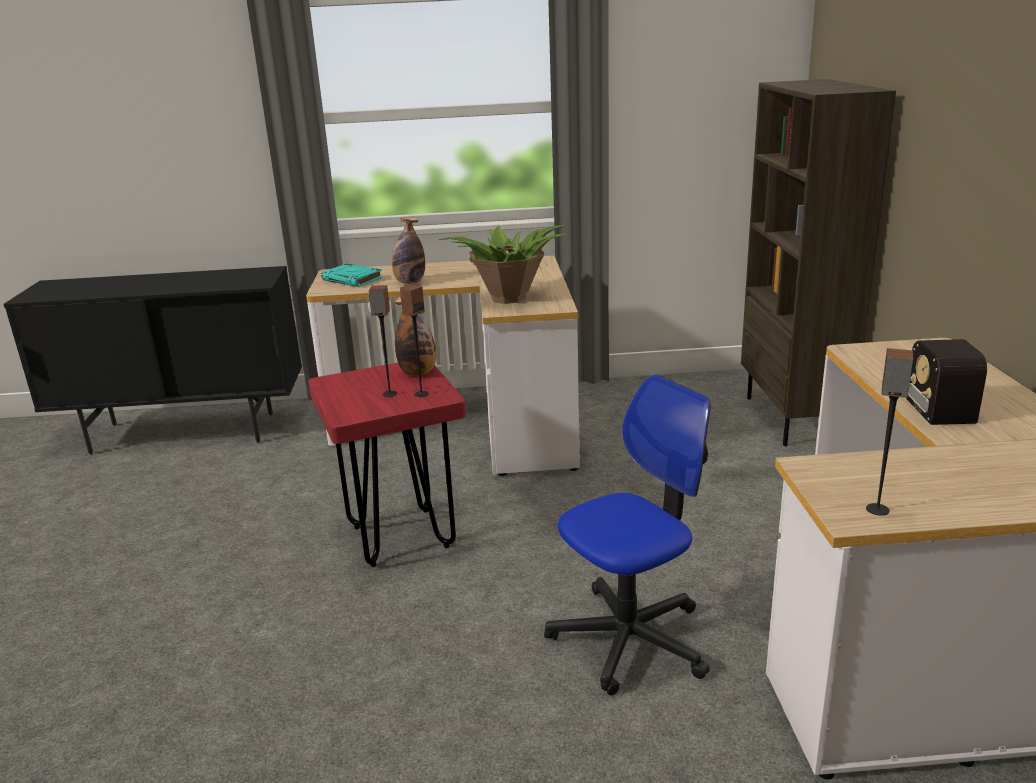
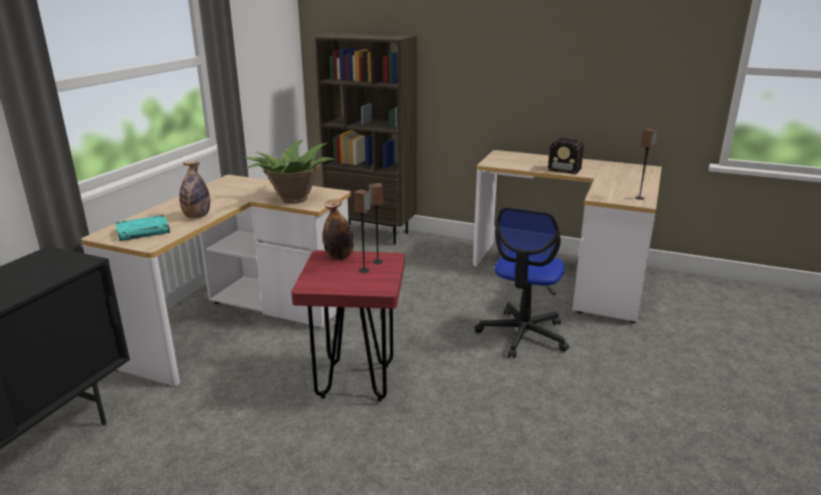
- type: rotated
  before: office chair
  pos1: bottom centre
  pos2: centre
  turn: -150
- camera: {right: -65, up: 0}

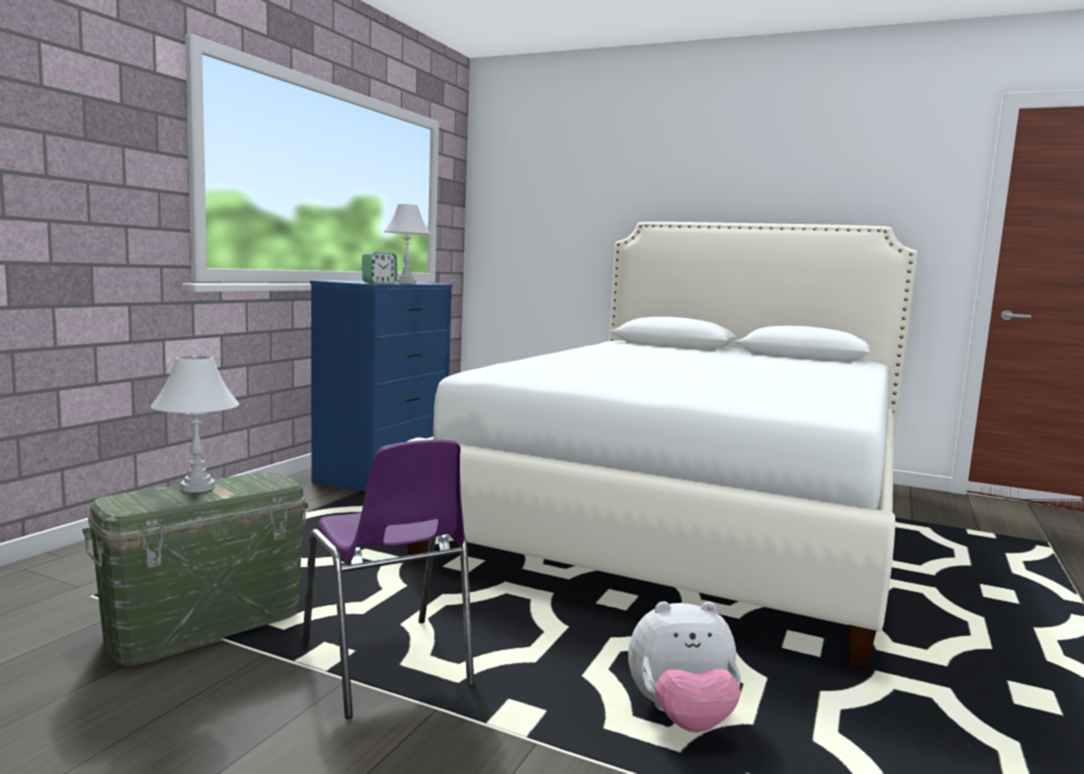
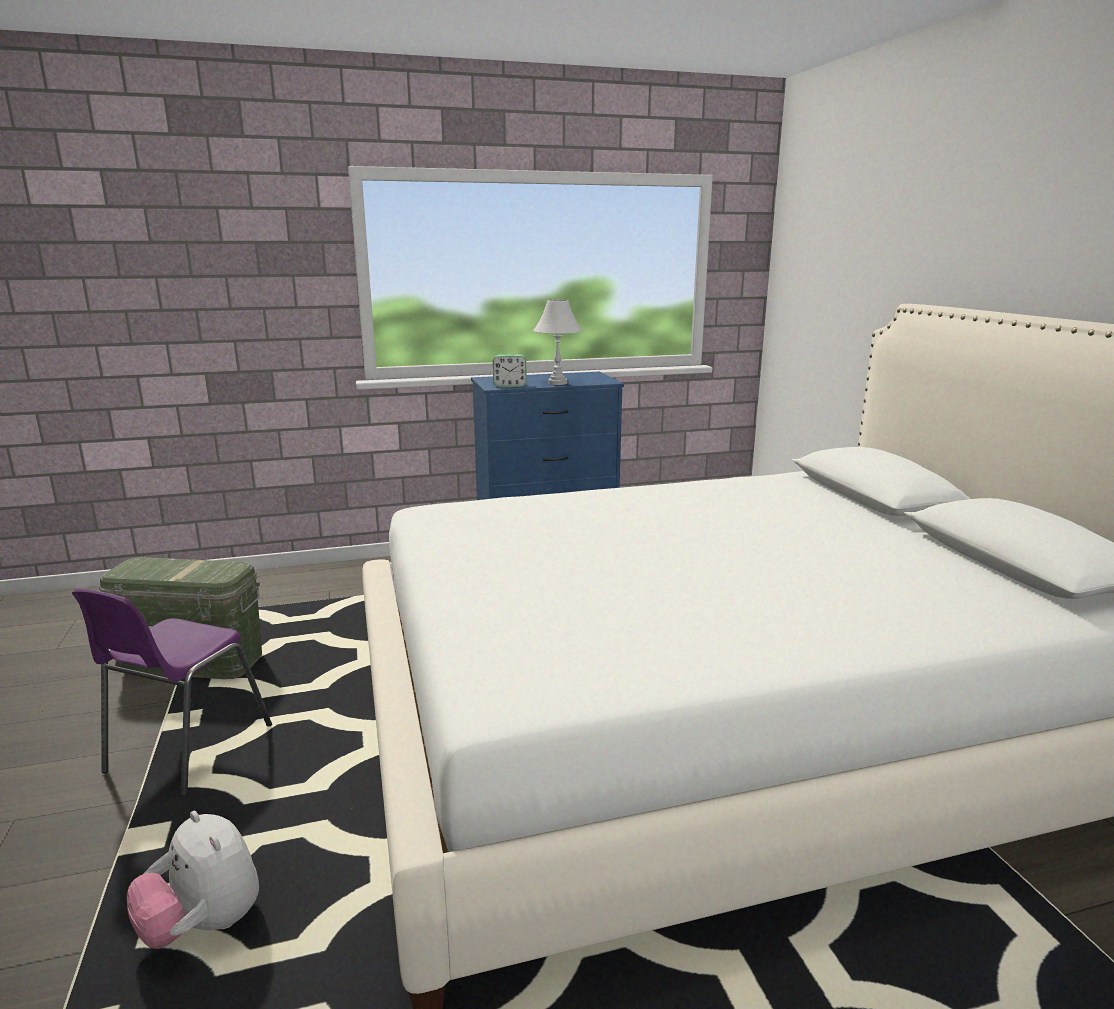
- type: gone
  before: white table lamp (no. 1 from left)
  pos1: middle left
- camera: {right: 50, up: 10}

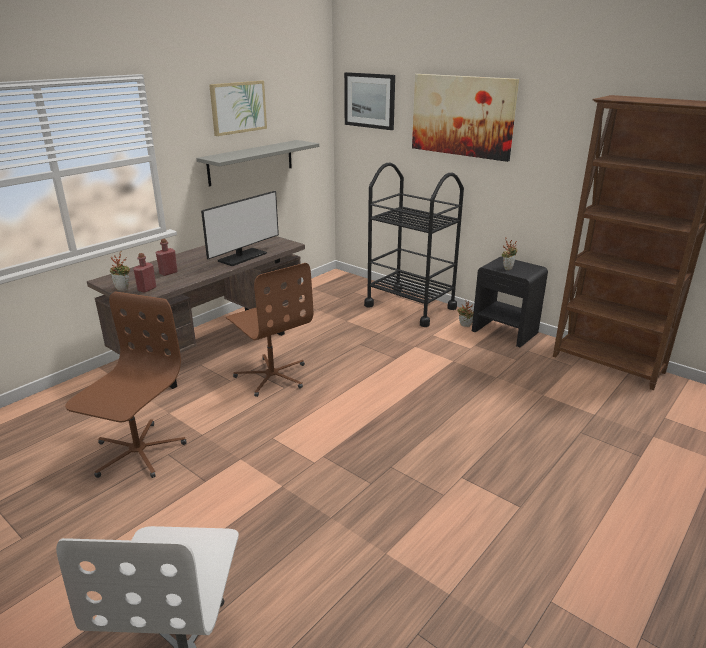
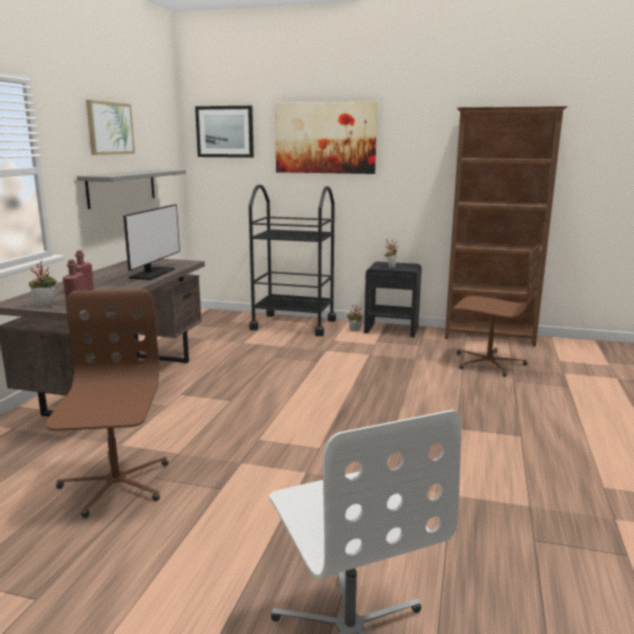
- type: shifted
  before: brown office chair (no. 2 from left)
  pos1: centre
  pos2: middle right
- camera: {right: -25, up: -10}

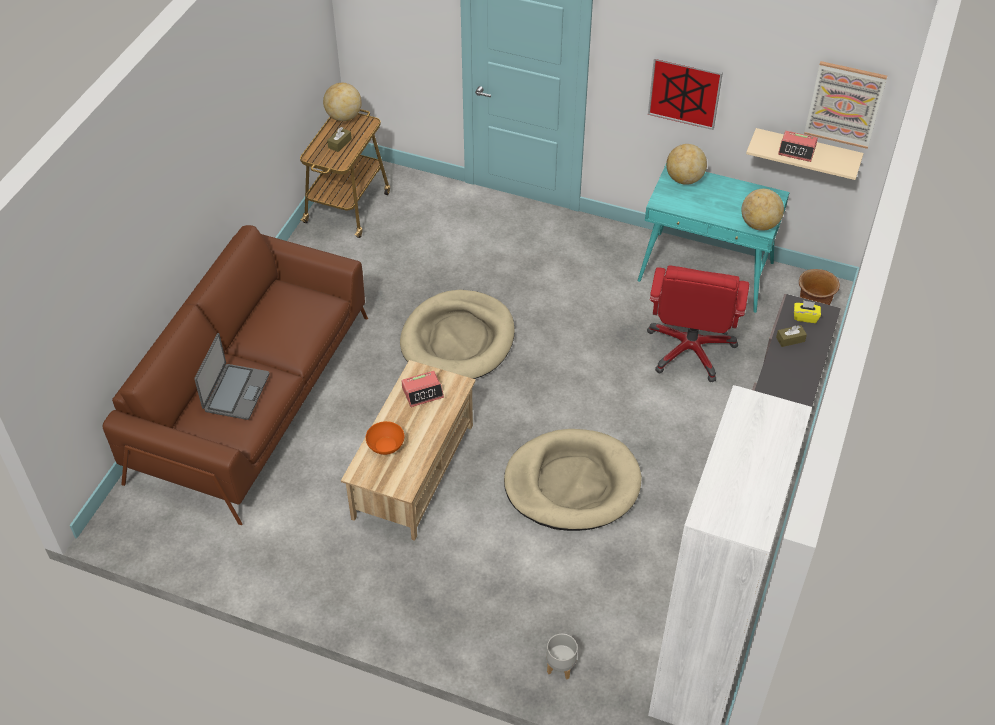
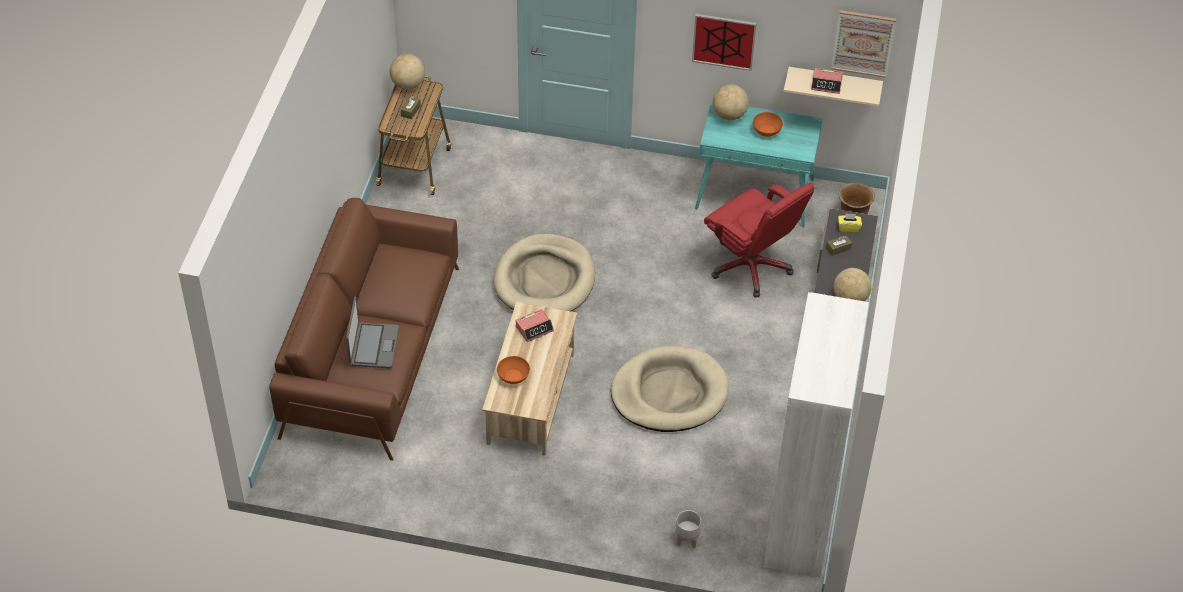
- type: rotated
  before: red office chair
  pos1: middle right
  pos2: centre
  turn: -45
- type: new
  after: orange bowl (no. 2 from left)
  pos2: top centre
- type: shifted
  before: globe (no. 3 from left)
  pos1: top right
  pos2: middle right
- camera: {right: -10, up: 0}

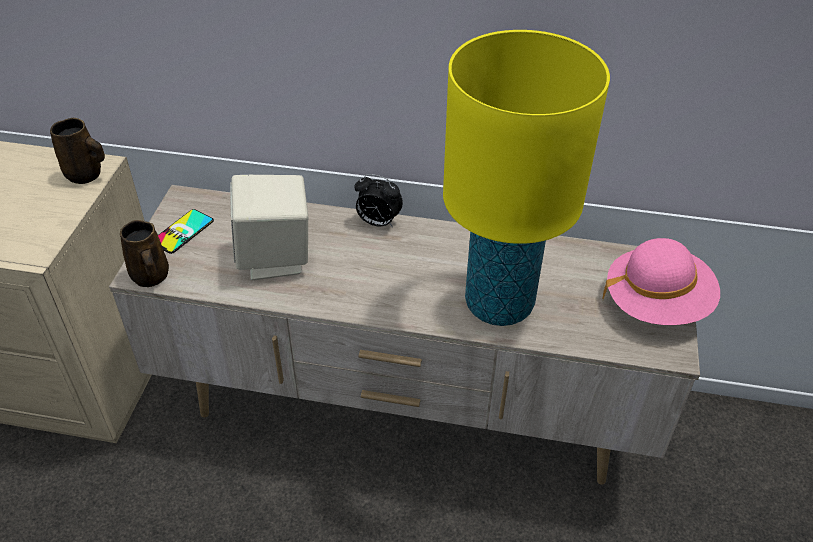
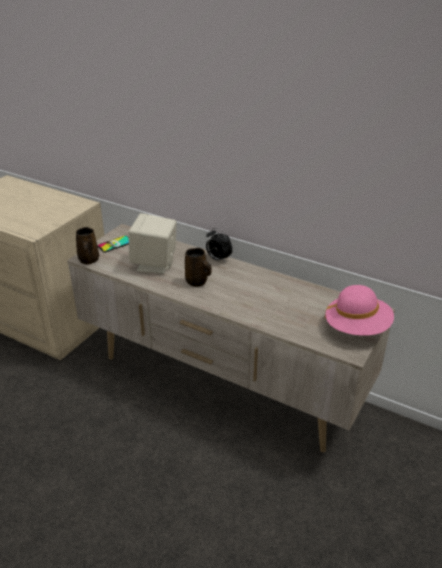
- type: shifted
  before: brown mug (no. 1 from left in the first image)
  after: brown mug (no. 2 from left)
  pos1: top left
  pos2: centre
- type: gone
  before: yellow table lamp
  pos1: top centre
- camera: {right: 20, up: -10}

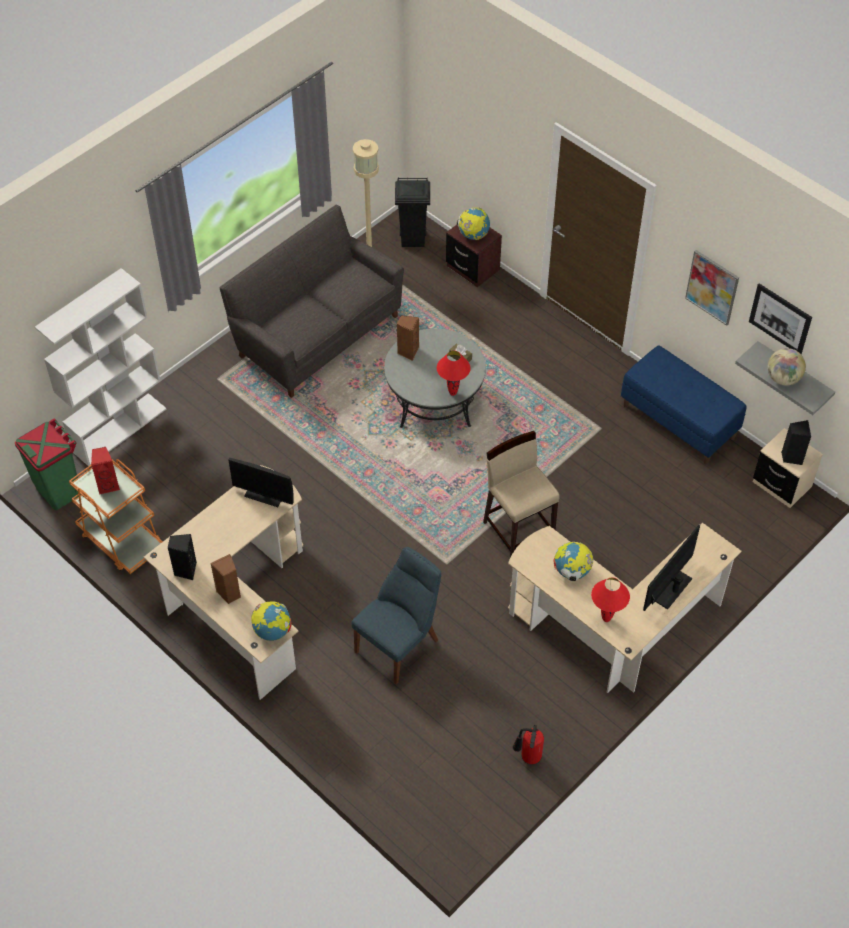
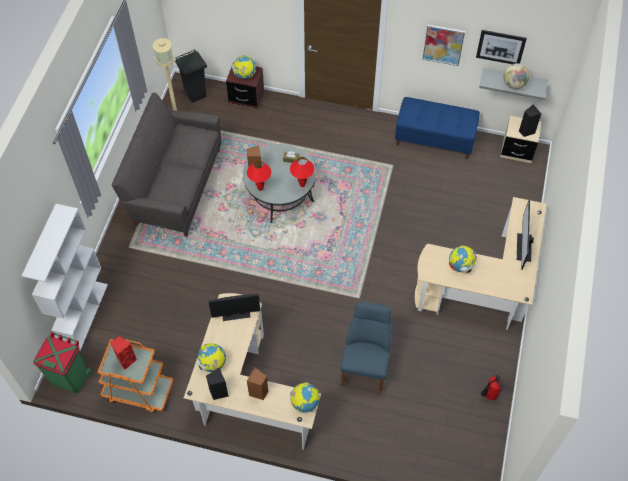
- type: new
  after: globe (no. 1 from left)
  pos2: bottom centre
- type: shifted
  before: red table lamp (no. 2 from left in the first image)
  after: red table lamp (no. 1 from left)
  pos1: middle right
  pos2: centre
- type: gone
  before: beige stool
  pos1: centre
- camera: {right: -30, up: 5}

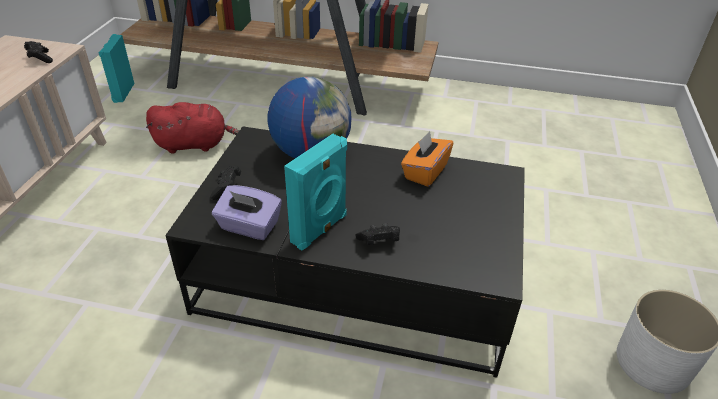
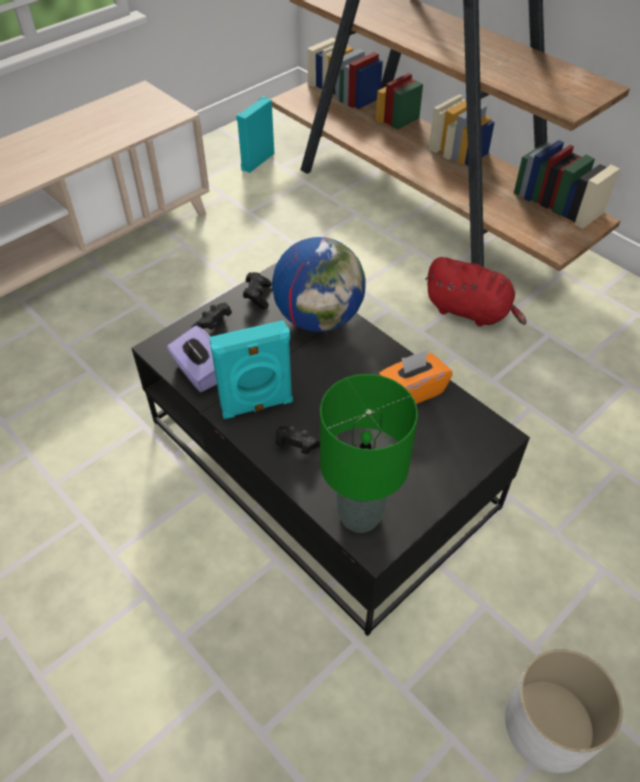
- type: shifted
  before: black game controller (no. 1 from left in the first image)
  after: black game controller (no. 2 from left)
  pos1: top left
  pos2: centre
- type: new
  after: green table lamp
  pos2: centre
- type: shifted
  before: red plush toy
  pos1: top left
  pos2: middle right
- camera: {right: 35, up: 10}

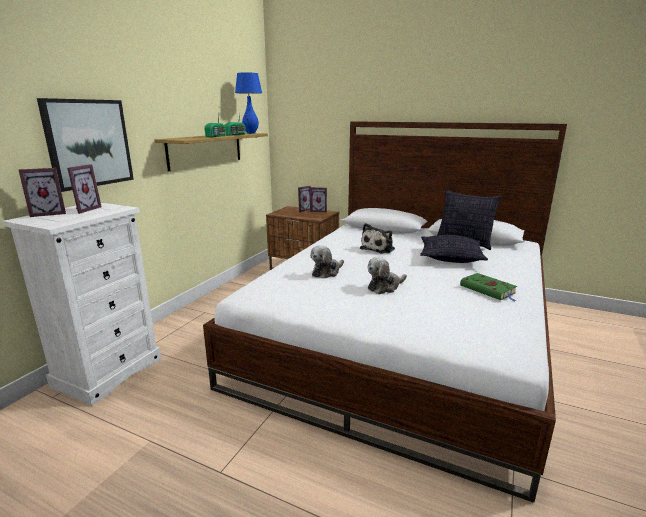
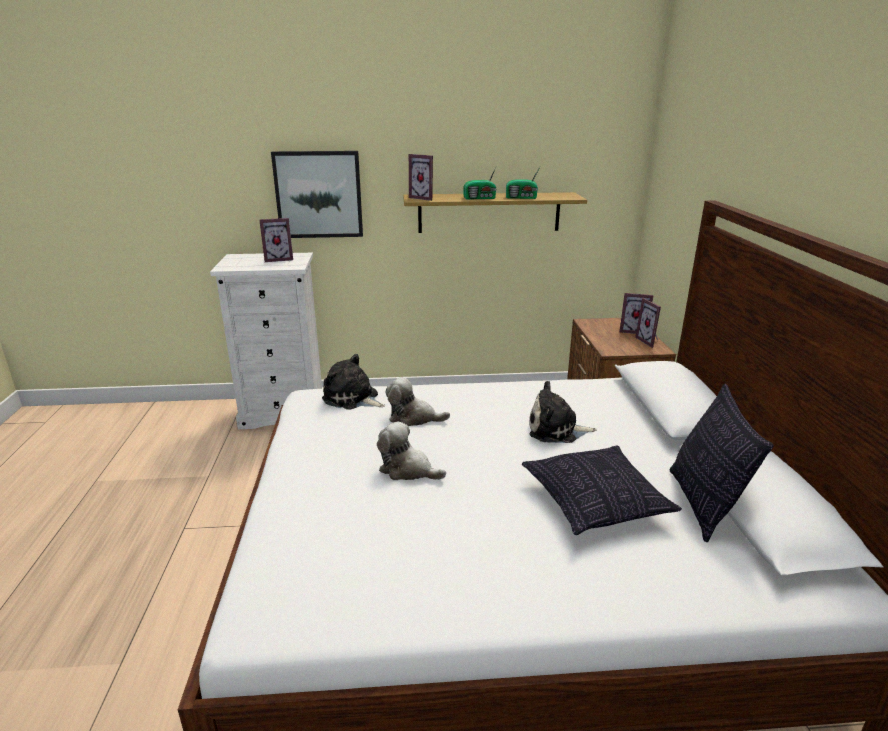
- type: new
  after: plush toy (no. 1 from left)
  pos2: centre
- type: shifted
  before: picture frame (no. 1 from left in the first image)
  after: picture frame (no. 2 from left)
  pos1: middle left
  pos2: top centre
- type: gone
  before: blue table lamp
  pos1: top centre
- type: gone
  before: green book
  pos1: middle right
- camera: {right: 60, up: 5}

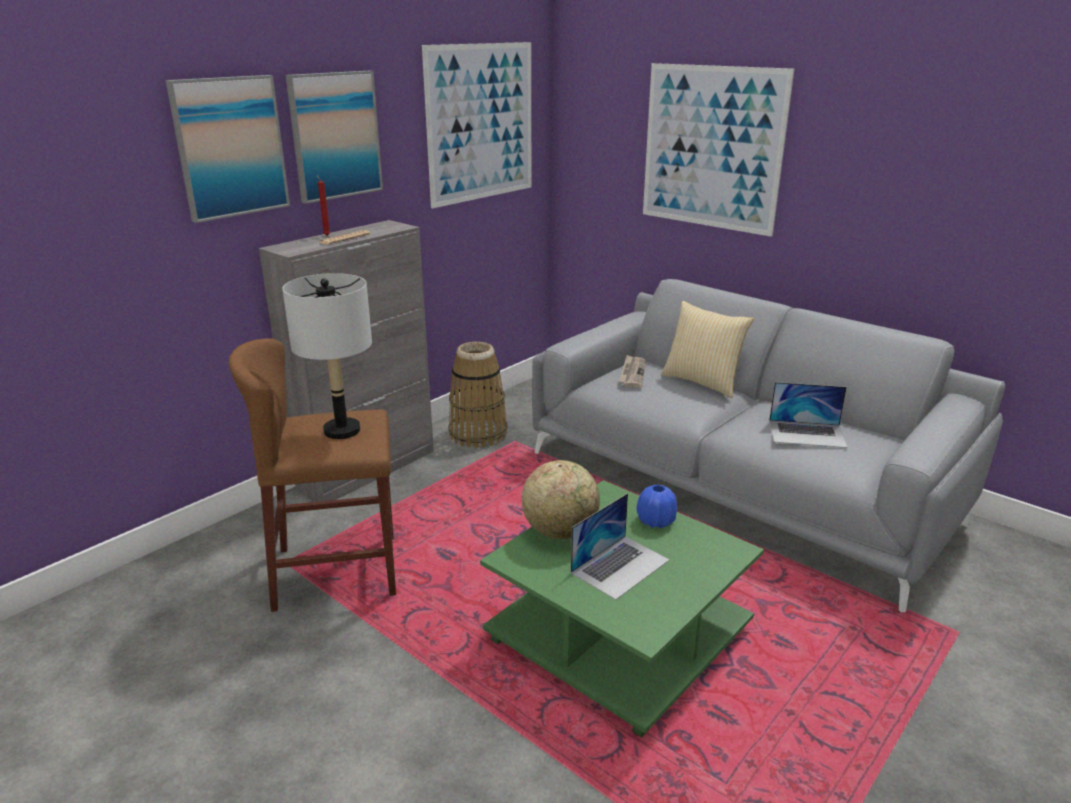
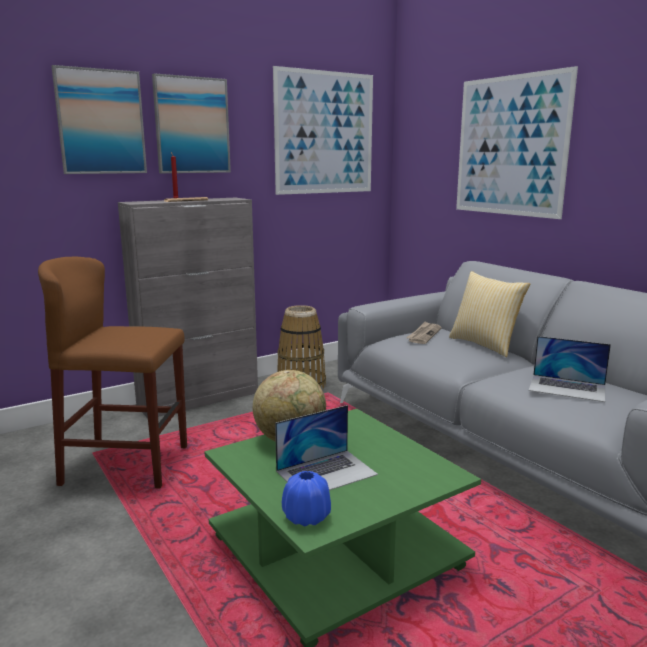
- type: shifted
  before: blue vase
  pos1: centre
  pos2: bottom centre
- type: gone
  before: grey table lamp
  pos1: middle left
- camera: {right: 15, up: -10}

